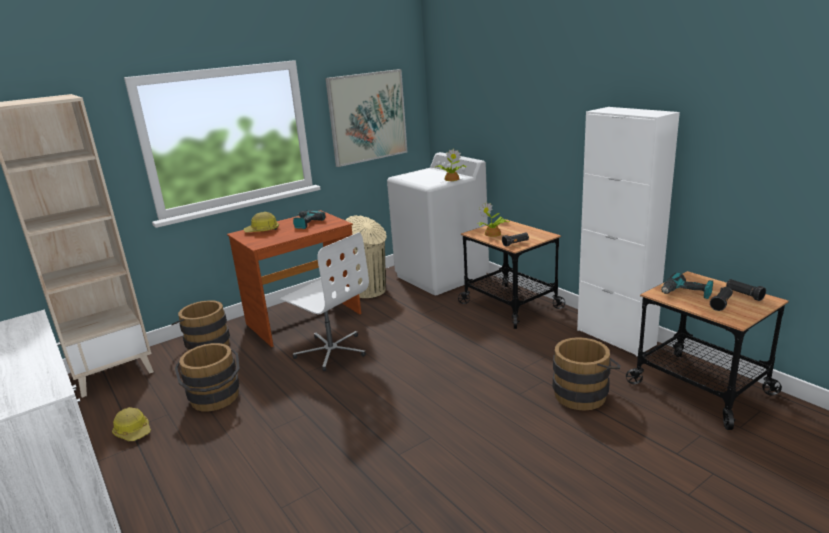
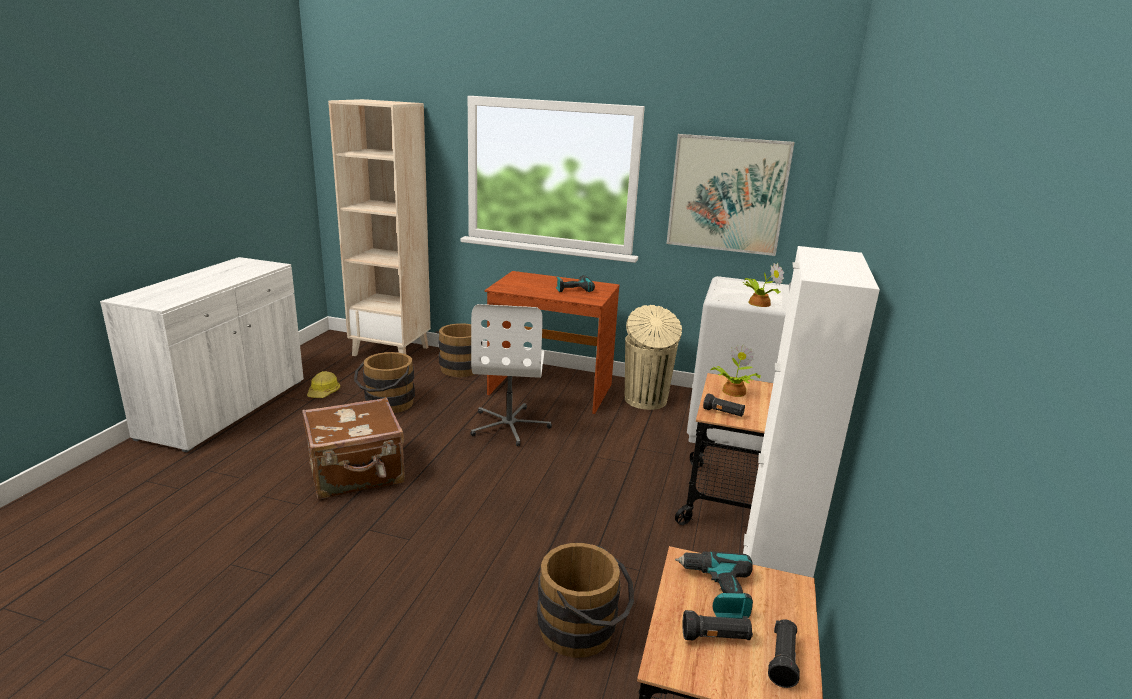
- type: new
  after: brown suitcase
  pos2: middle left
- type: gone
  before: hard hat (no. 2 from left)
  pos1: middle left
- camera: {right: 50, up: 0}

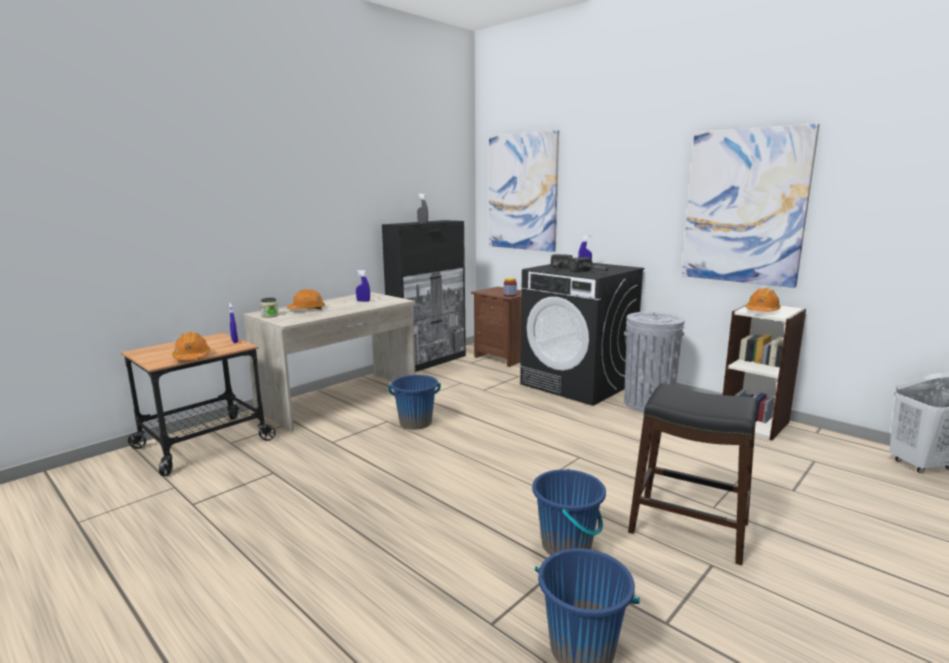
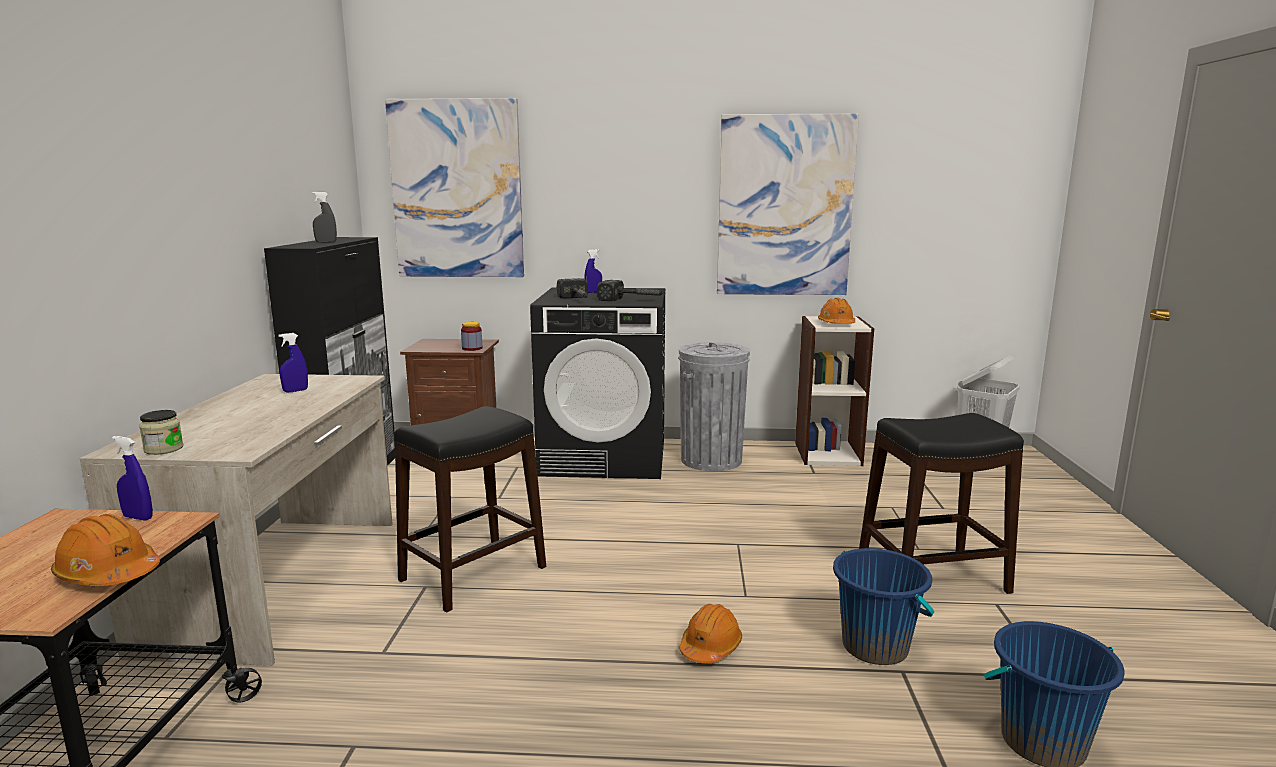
- type: swapped
  before: blue bucket (no. 1 from left)
  after: black stool (no. 1 from left)
  pos1: centre
  pos2: centre
- type: shifted
  before: orange hard hat (no. 2 from left)
  pos1: middle left
  pos2: bottom centre
- camera: {right: -40, up: 0}

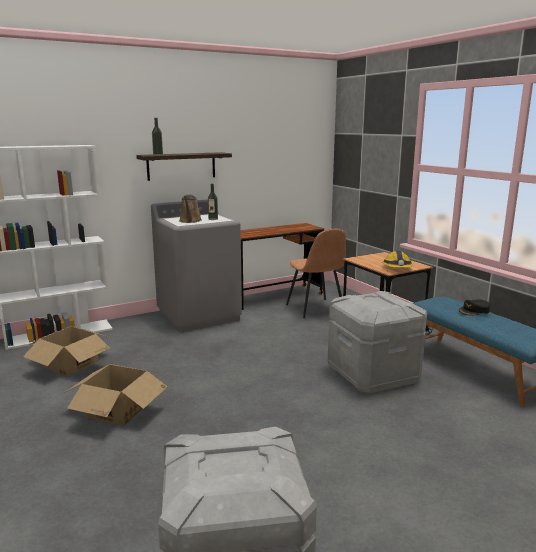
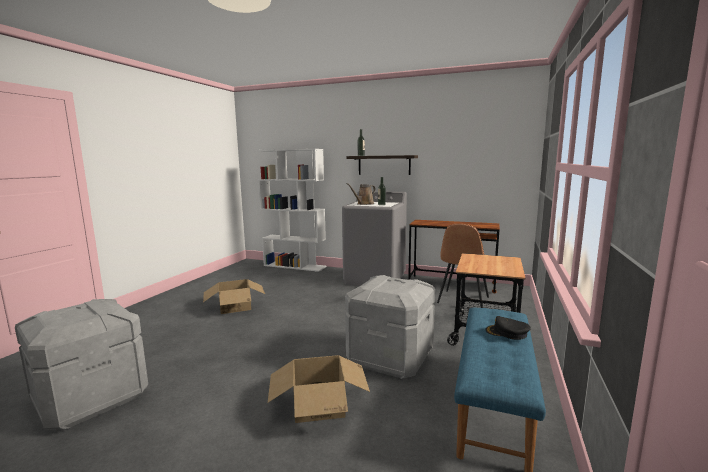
- type: shifted
  before: cardboard box (no. 1 from left in the first image)
  after: cardboard box (no. 2 from left)
  pos1: middle left
  pos2: bottom centre
- type: gone
  before: hard hat
  pos1: middle right
- camera: {right: 50, up: -5}

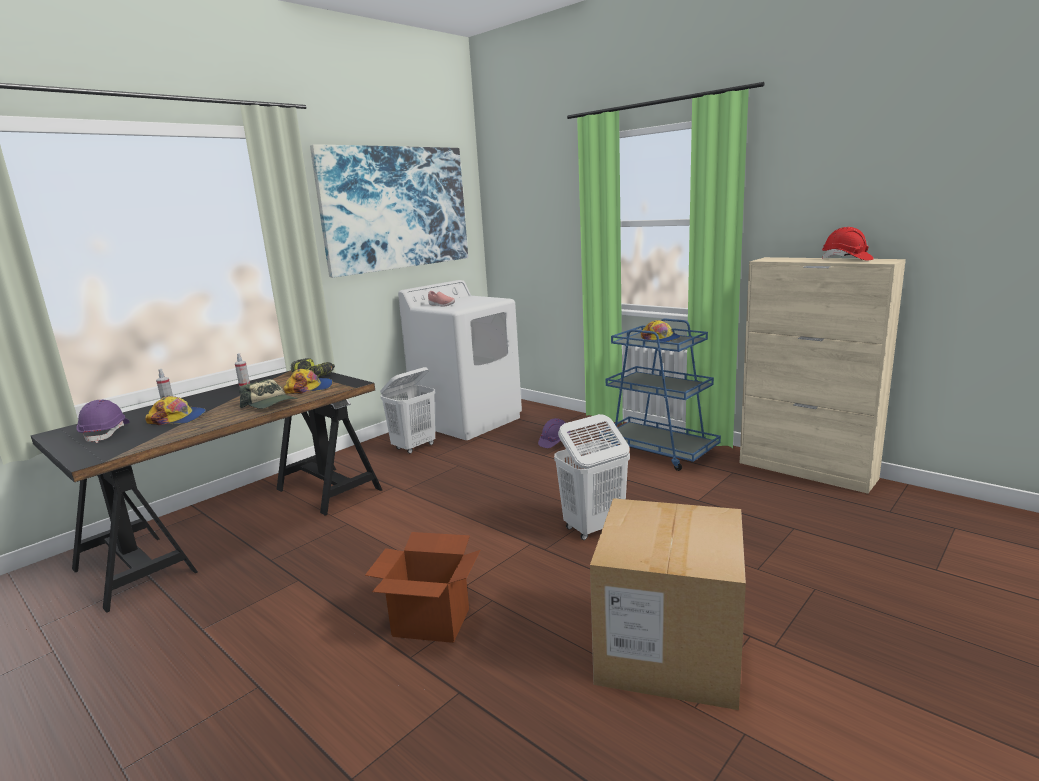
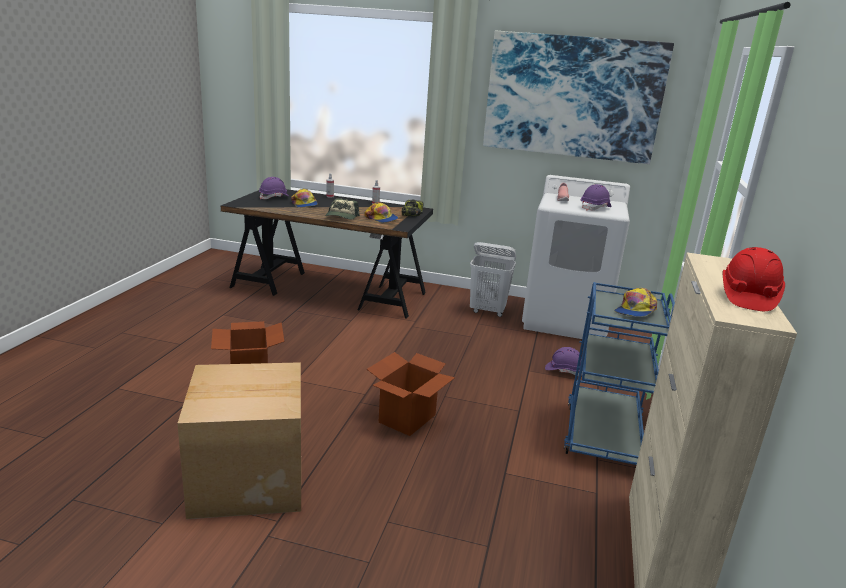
- type: swapped
  before: white laundry basket (no. 2 from left)
  after: cardboard box (no. 3 from left)
  pos1: centre
  pos2: bottom centre
- type: new
  after: purple hard hat (no. 3 from left)
  pos2: middle right
- camera: {right: 60, up: 5}

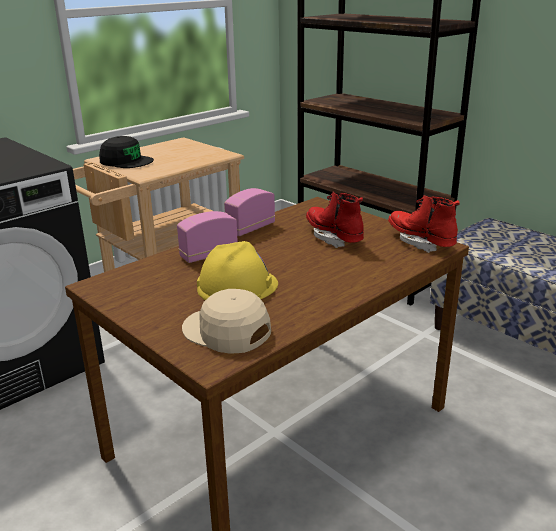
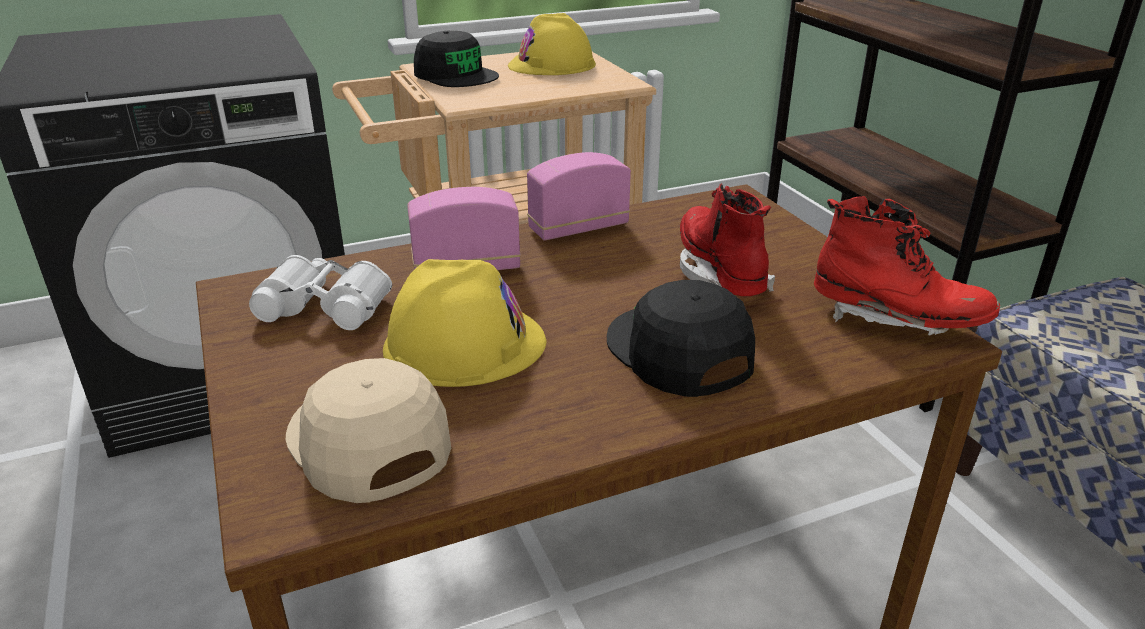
- type: new
  after: white binoculars
  pos2: middle left
- type: new
  after: yellow hard hat (no. 2 from left)
  pos2: top centre
- type: new
  after: black cap (no. 2 from left)
  pos2: centre
- type: rotated
  before: red boot (no. 2 from left)
  pos1: middle right
  pos2: middle right
  turn: 135
- camera: {right: 20, up: 5}

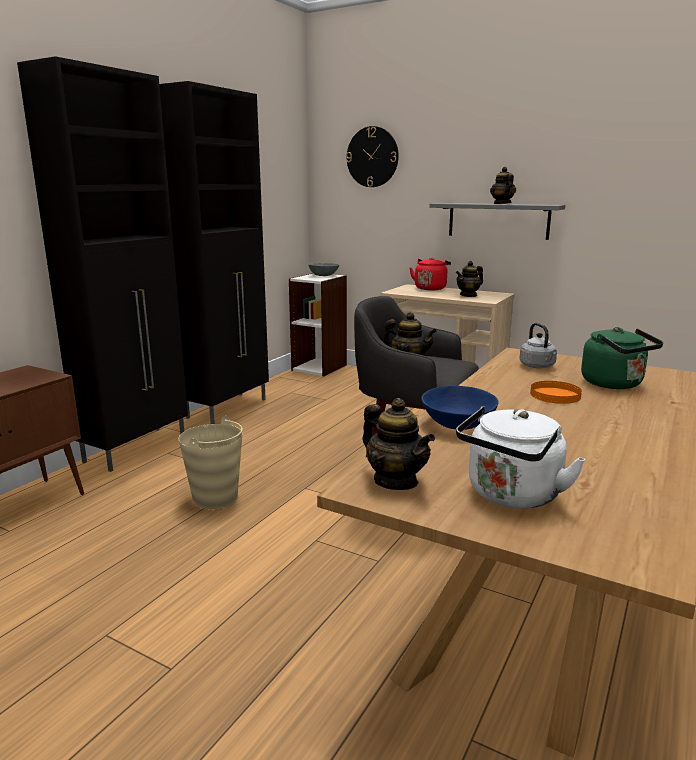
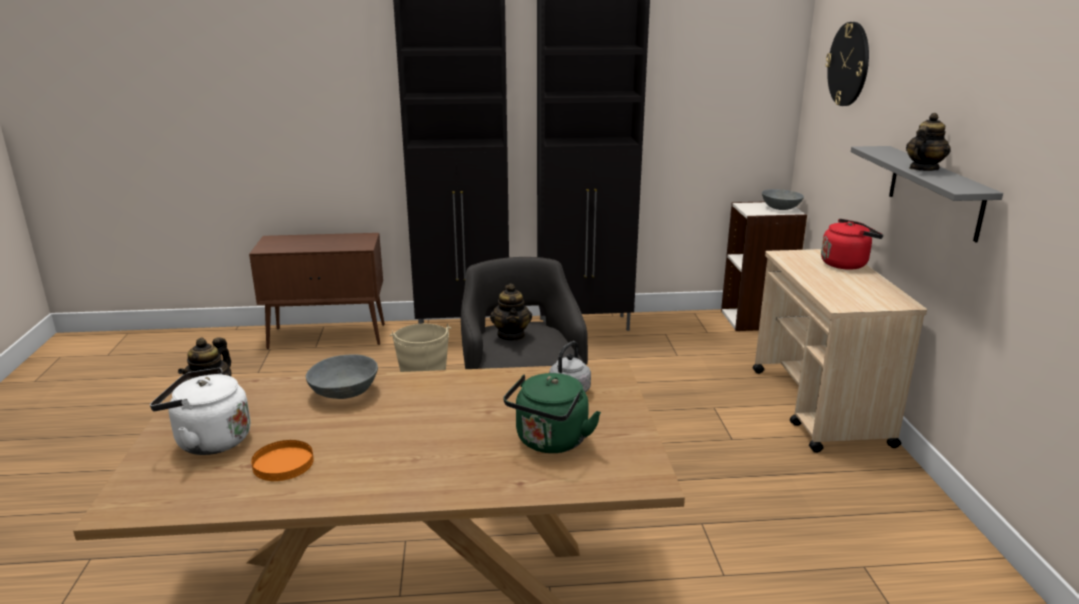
- type: shifted
  before: orange plate
  pos1: middle right
  pos2: bottom left
- type: repainted
  before: blue bowl
  after: grey bowl (no. 1 from left)
  pos1: centre
  pos2: middle left
- type: gone
  before: teapot (no. 3 from left)
  pos1: middle right
- camera: {right: 55, up: 5}

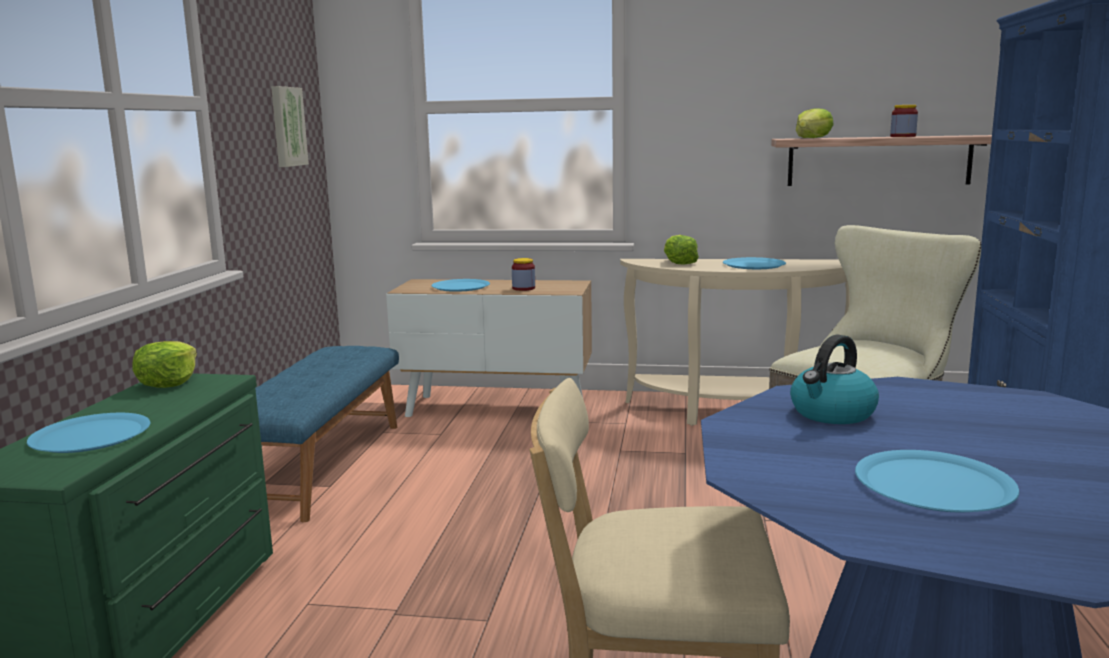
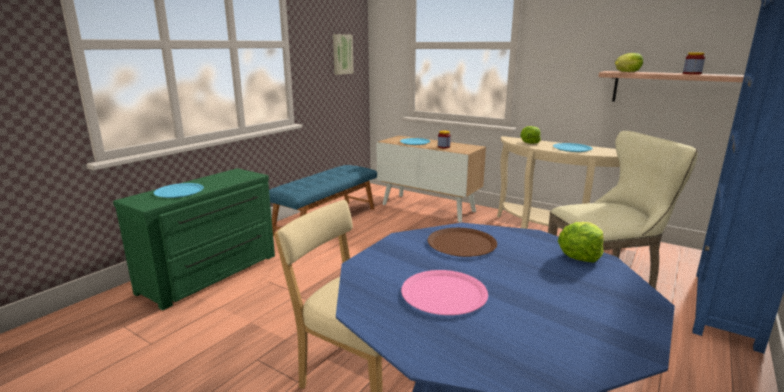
- type: repainted
  before: blue plate (no. 4 from left)
  after: pink plate
  pos1: bottom right
  pos2: bottom centre
- type: swapped
  before: kettle
  after: brown plate
  pos1: middle right
  pos2: centre
- type: shifted
  before: lettuce (no. 1 from left in the first image)
  after: lettuce (no. 2 from left)
  pos1: middle left
  pos2: middle right
- camera: {right: 25, up: 5}

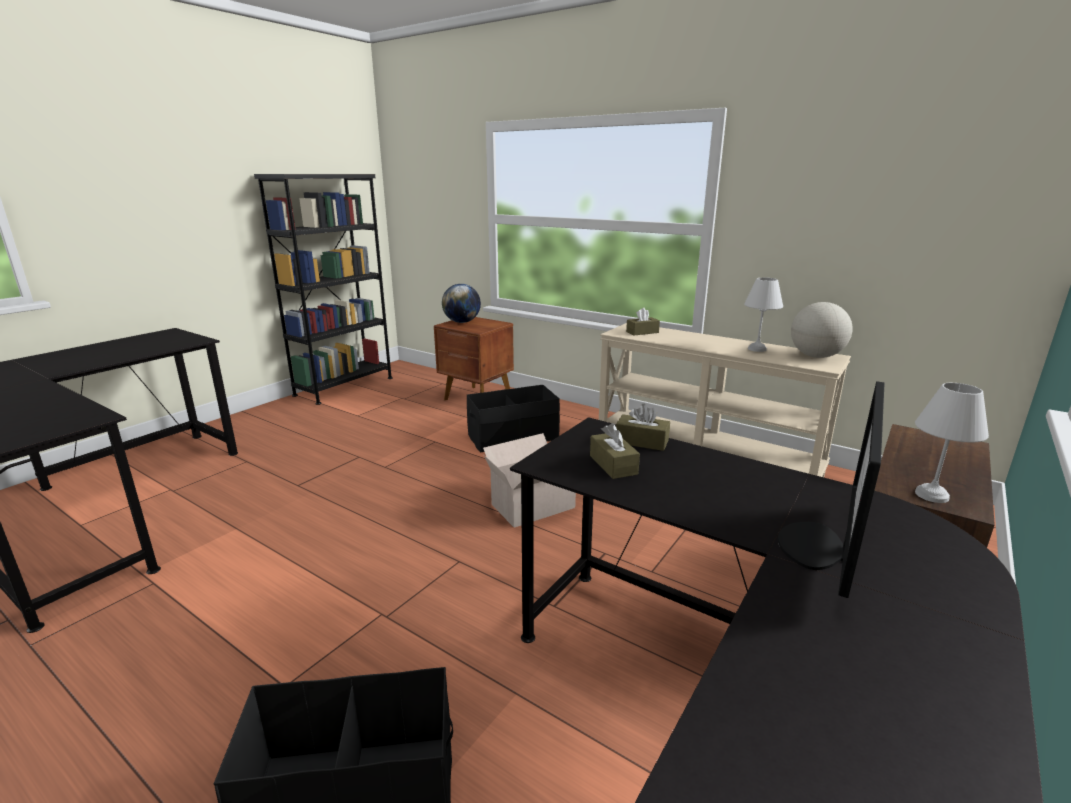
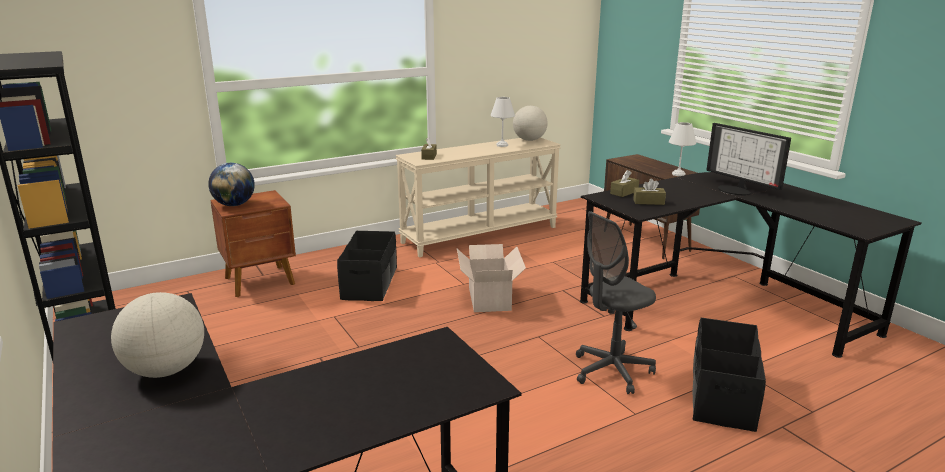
- type: new
  after: globe (no. 1 from left)
  pos2: bottom left
- type: new
  after: grey office chair
  pos2: centre
- camera: {right: -65, up: 0}

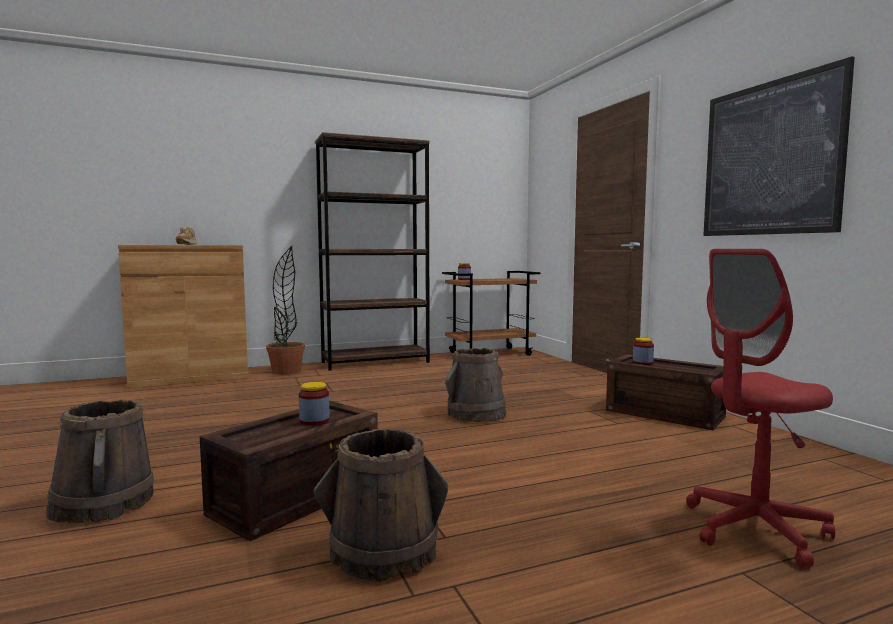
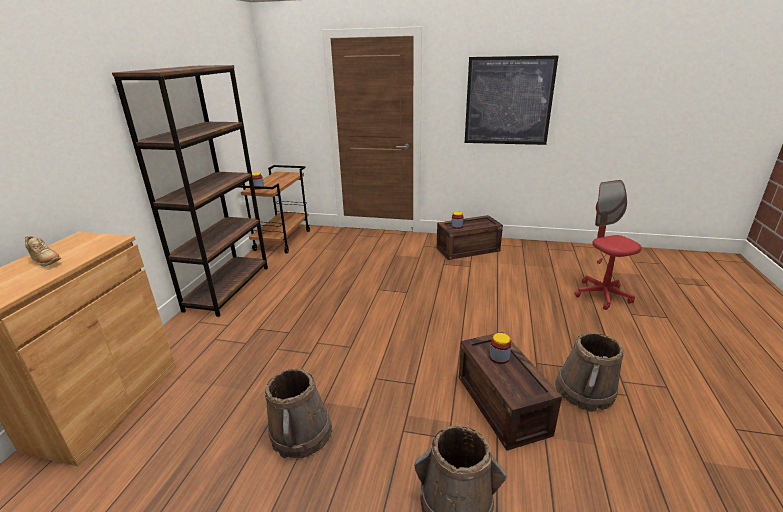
- type: shifted
  before: brown bucket (no. 3 from left in the first image)
  after: brown bucket (no. 1 from left)
  pos1: centre
  pos2: bottom centre
- type: rotated
  before: red office chair
  pos1: middle right
  pos2: middle right
  turn: 150
- type: gone
  before: potted plant
  pos1: middle left
- camera: {right: -55, up: 20}

